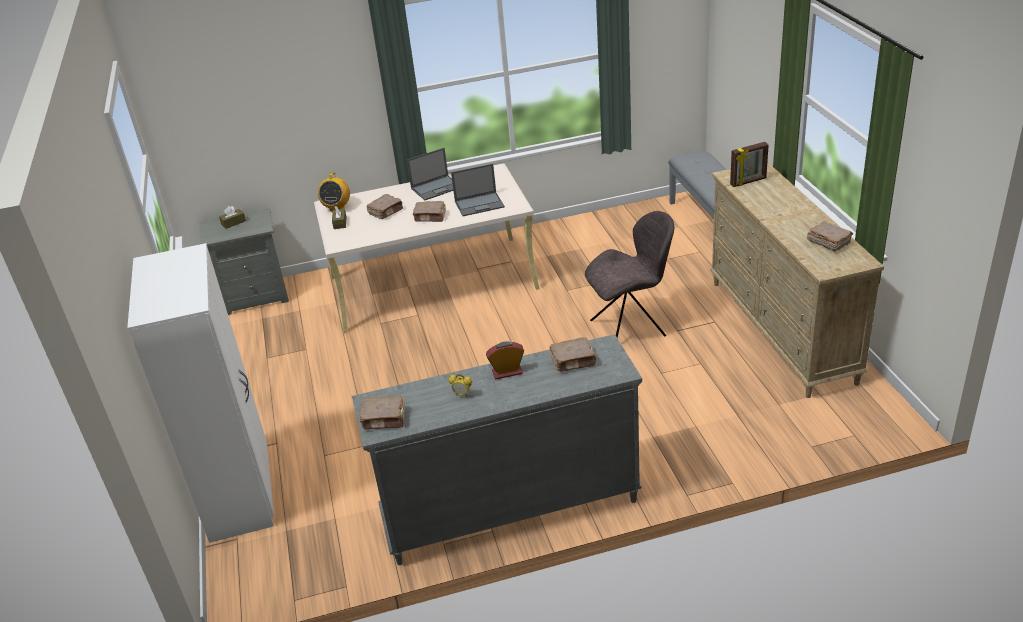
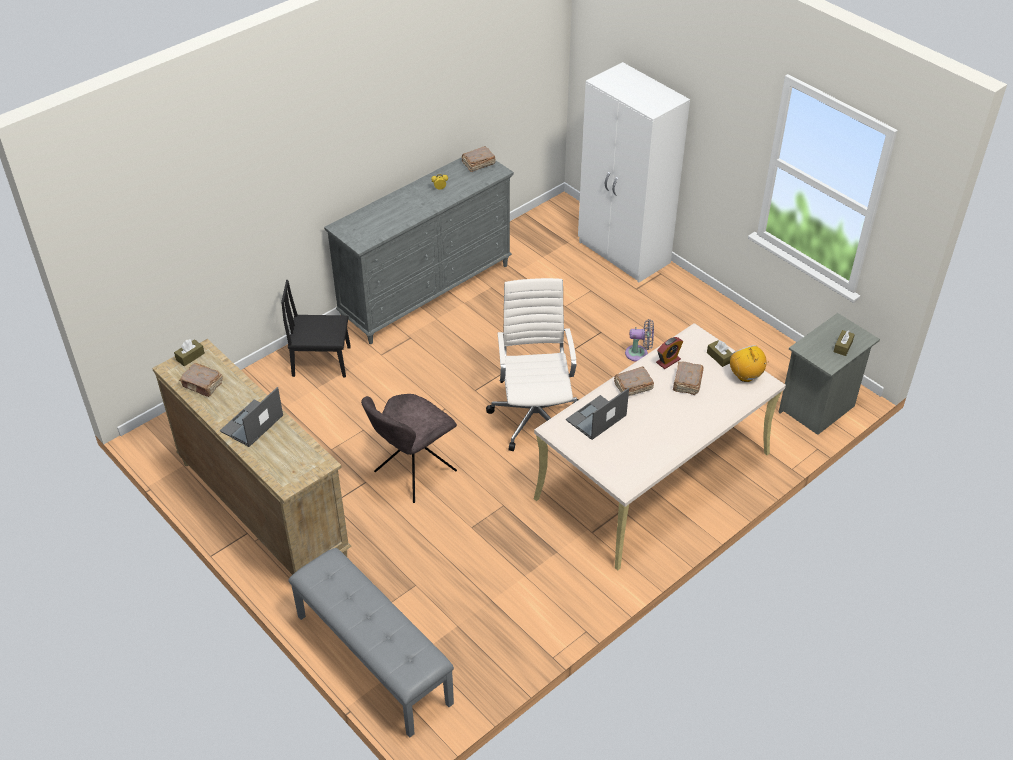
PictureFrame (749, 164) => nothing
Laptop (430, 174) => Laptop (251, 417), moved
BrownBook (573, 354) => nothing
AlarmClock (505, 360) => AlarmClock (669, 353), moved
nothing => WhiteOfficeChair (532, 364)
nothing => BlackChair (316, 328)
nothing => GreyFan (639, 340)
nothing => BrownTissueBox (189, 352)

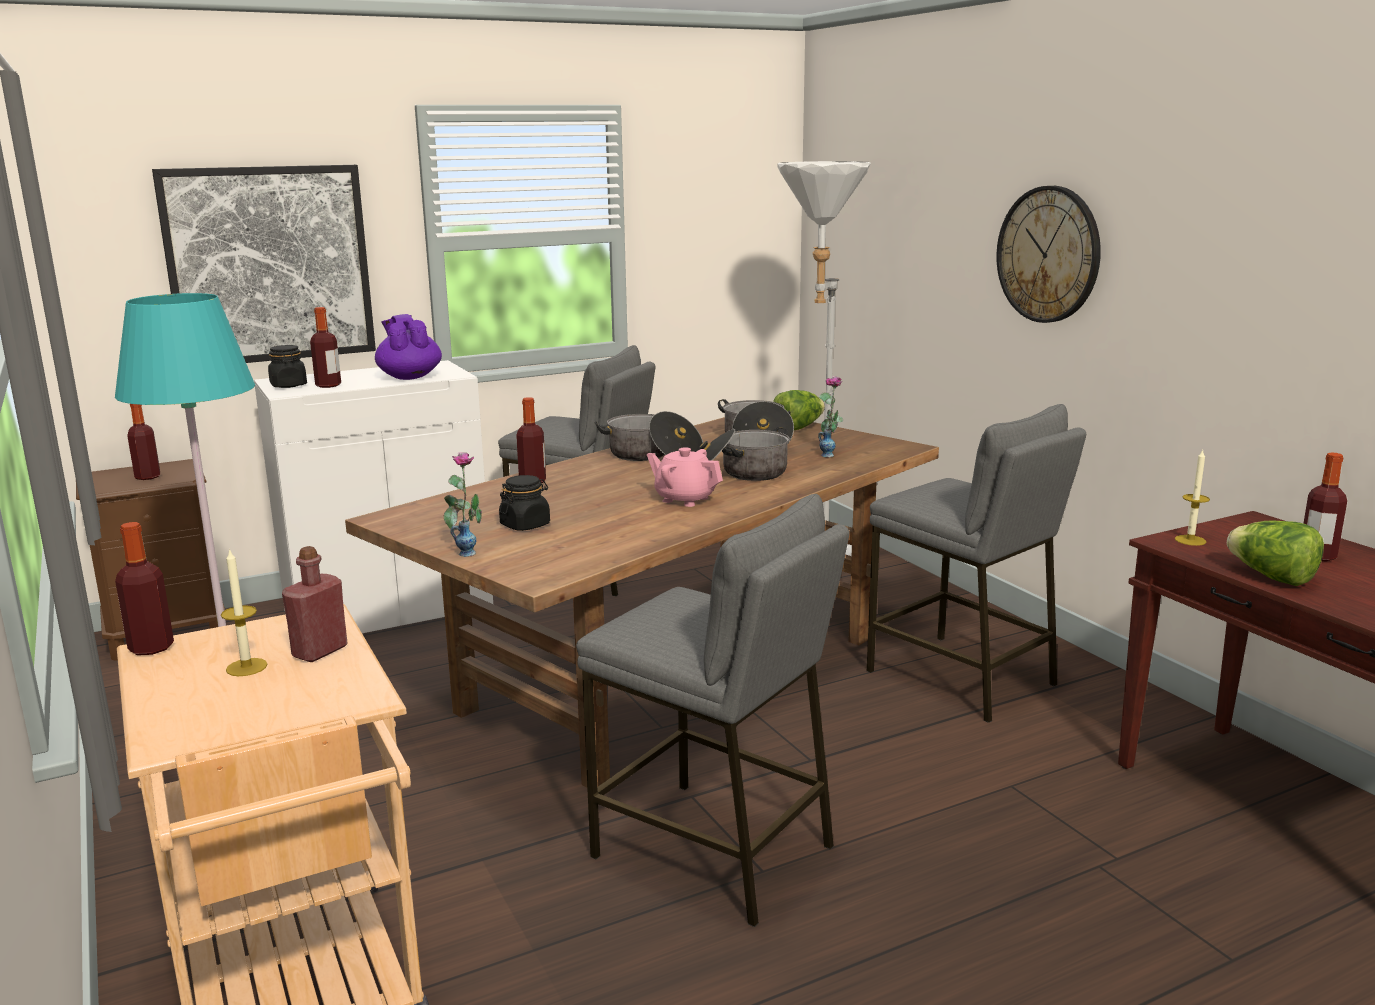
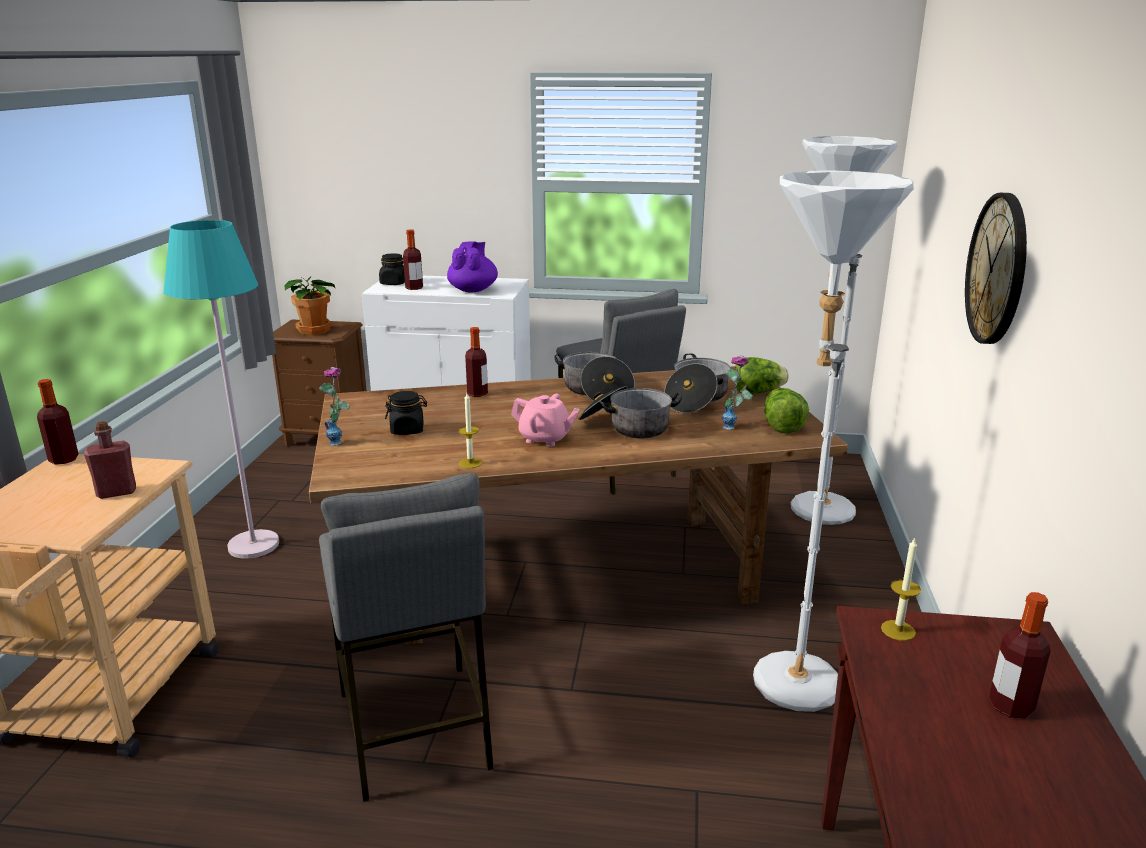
Picture (264, 264) => nothing
Bottle (143, 442) => PottedPlant (310, 306)
GreyStool (976, 563) => WhiteFloorLamp (833, 441)
PinkTeapot (685, 477) => PinkTeapot (545, 420), 135 degrees clockwise
Lettuce (1275, 553) => Lettuce (786, 411), moved
Candle (244, 612) => Candle (470, 431), moved

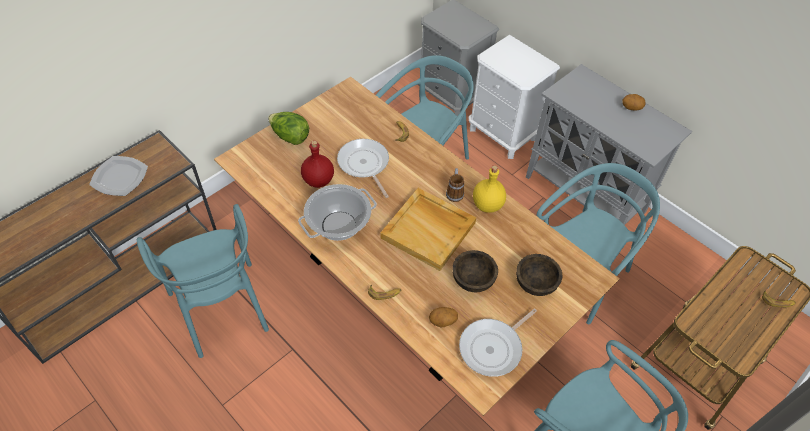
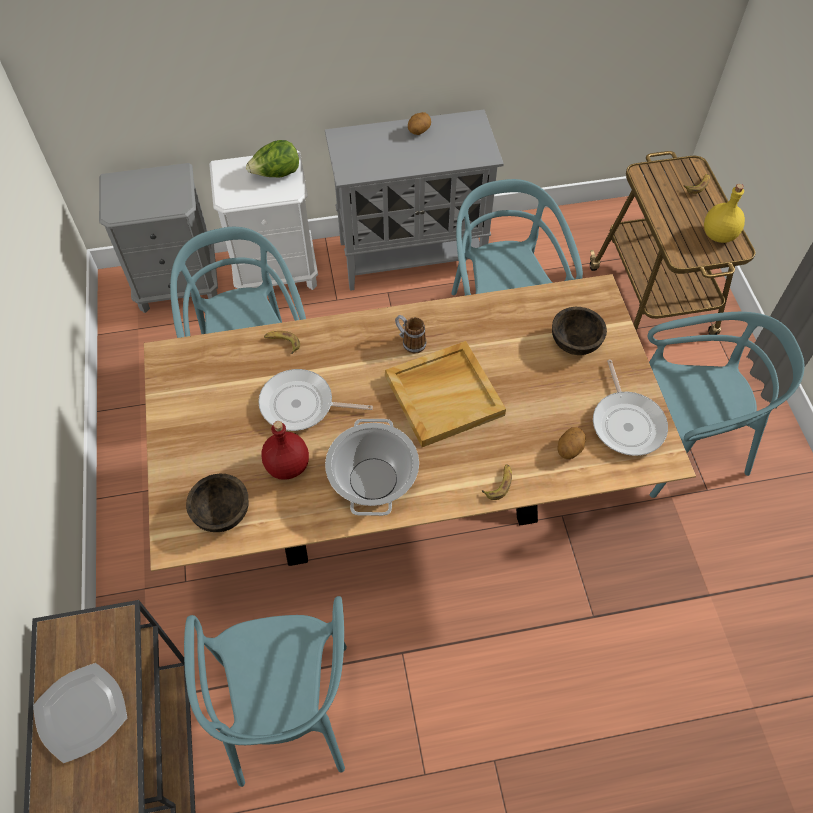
Lettuce (288, 128) => Lettuce (272, 159), moved
YellowBottle (489, 189) => YellowBottle (724, 213), moved
TurquoiseChair (203, 281) => TurquoiseChair (265, 691), 75 degrees clockwise
BrownBowl (475, 271) => BrownBowl (217, 503), moved

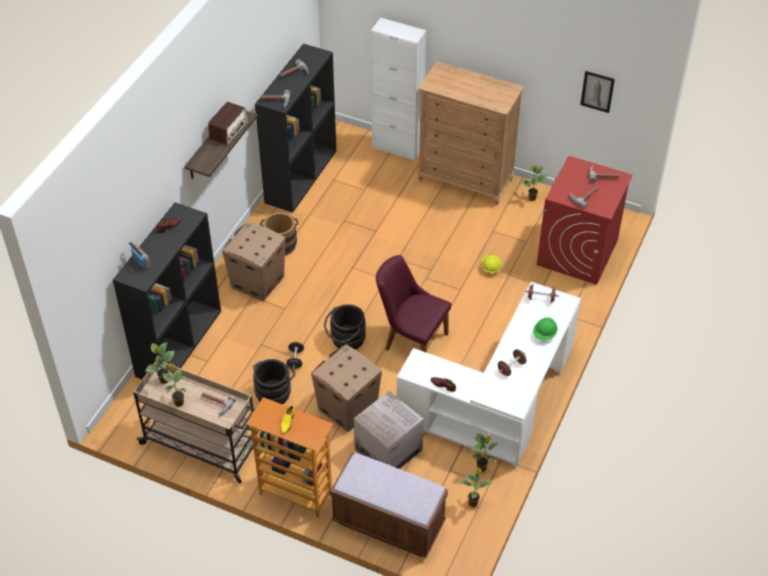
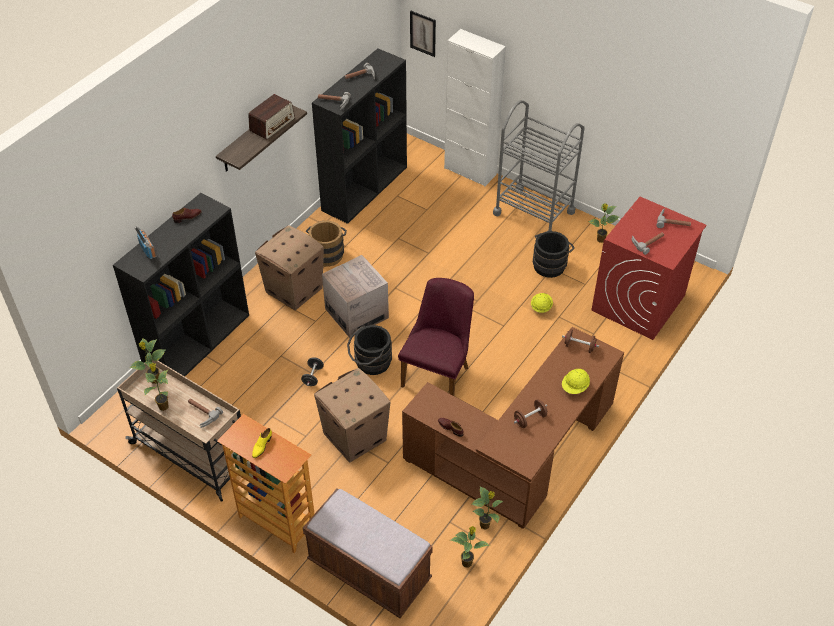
BrownDresser (470, 133) => GreyCart (539, 166)
Picture (597, 92) => Picture (423, 34), moved
PurpleChair (414, 304) => PurpleChair (436, 337), 75 degrees clockwise
WhiteDesk (489, 374) => BrownDesk (513, 428)
GreenHardHat (545, 329) => YellowHardHat (576, 381)
BlackBucket (274, 381) => BlackBucket (554, 254), moved
CardboardBox (389, 430) => CardboardBox (355, 296), moved

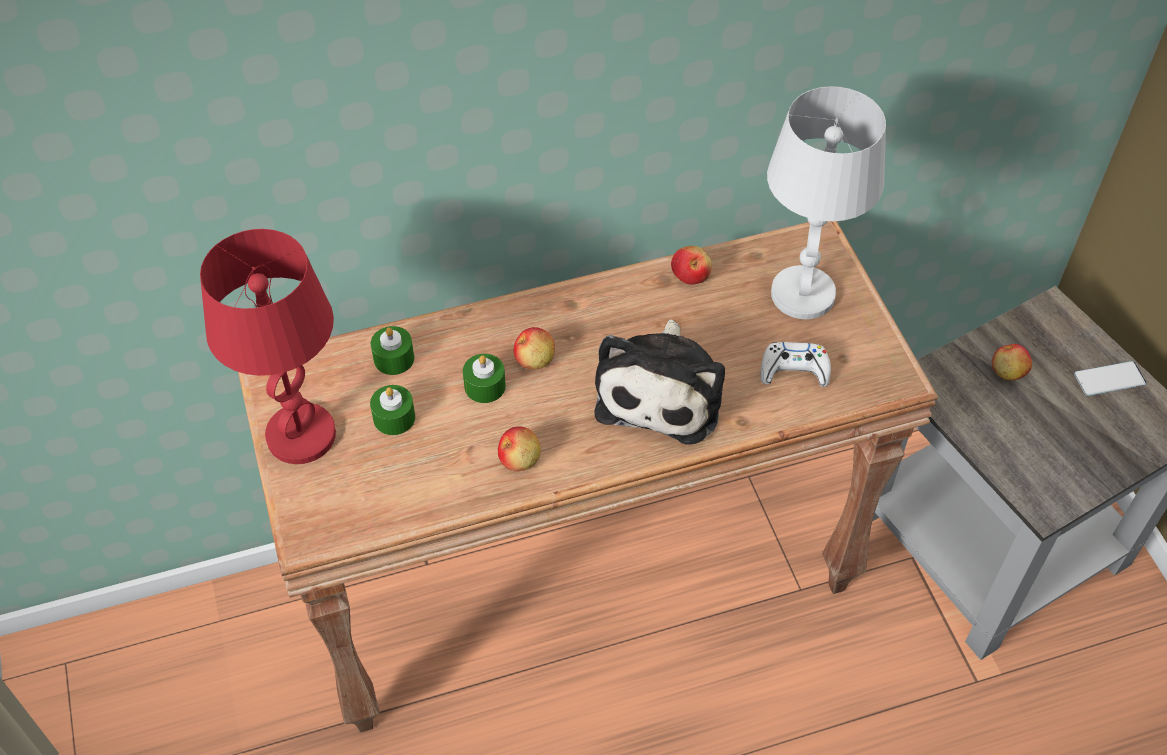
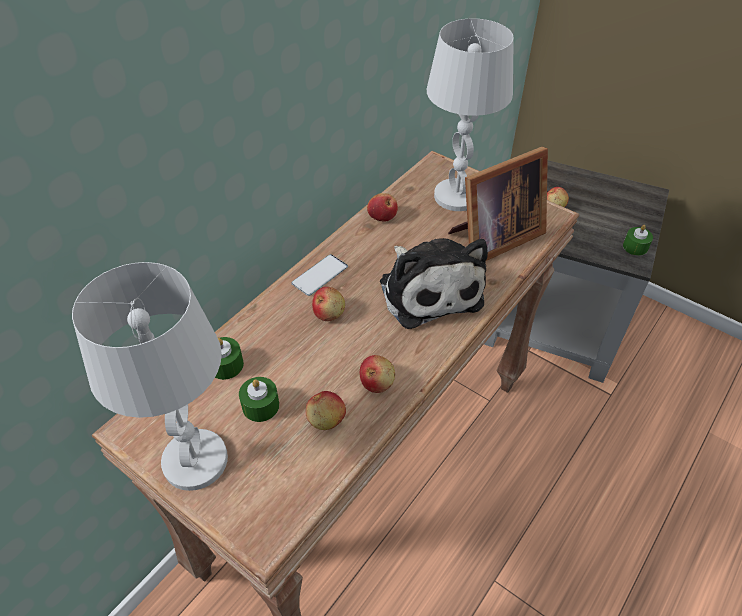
RedTableLamp (268, 346) => WhiteTableLamp (150, 376)
WhiteGameController (795, 364) => PictureFrame (498, 203)
GreenCandle (484, 378) => GreenCandle (638, 240), moved
Phone (1110, 378) => Phone (319, 275), moved
nothing => Apple (326, 410)

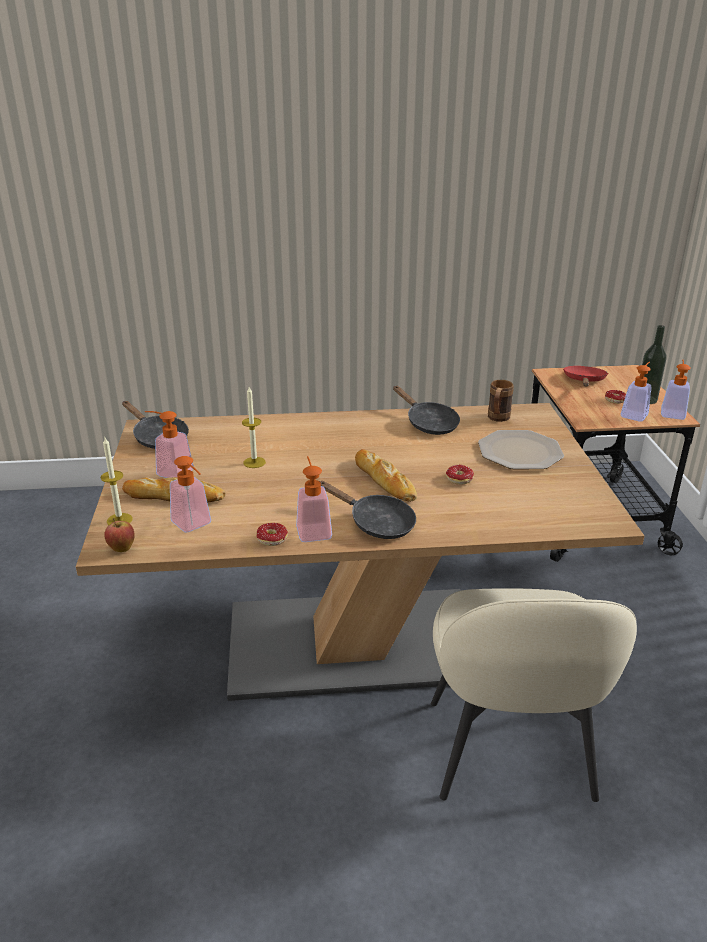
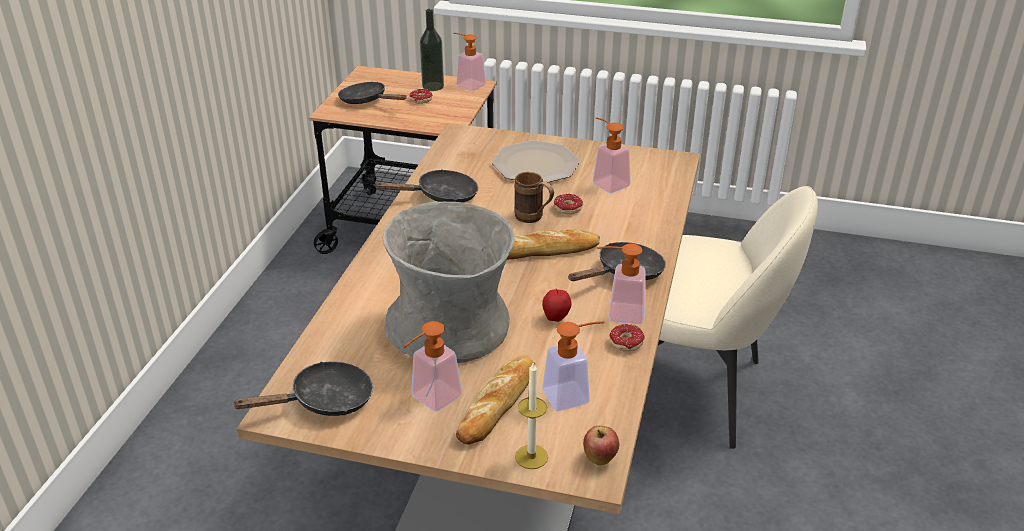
SoapDispenser (636, 392) => SoapDispenser (612, 155), moved
RedFryingPan (585, 376) => BlackFryingPan (372, 93)
BrownMug (501, 401) => BrownMug (534, 197), moved
Candle (254, 427) => GreyVase (448, 282)
nothing => Apple (557, 305)

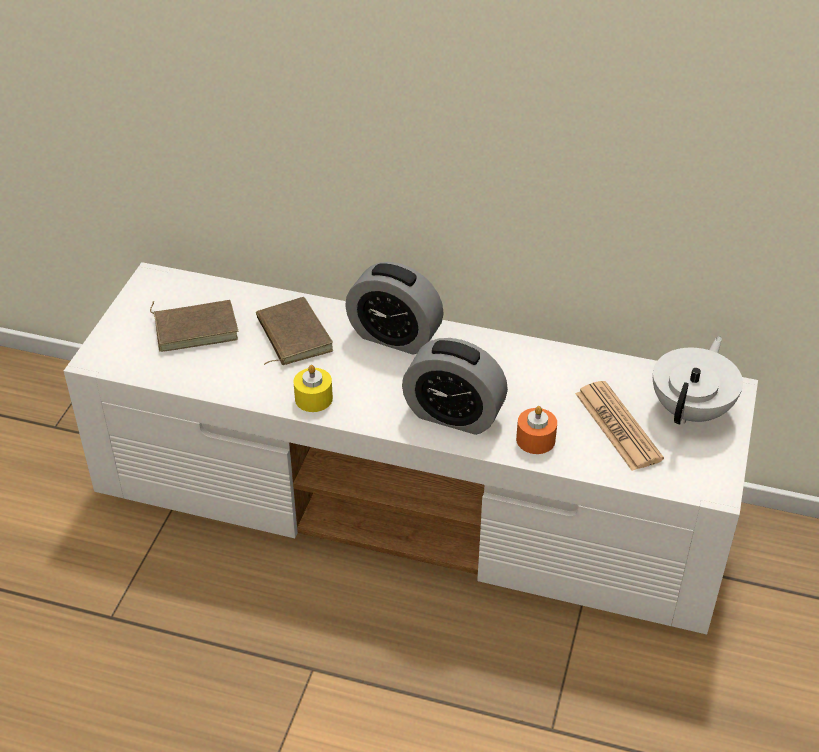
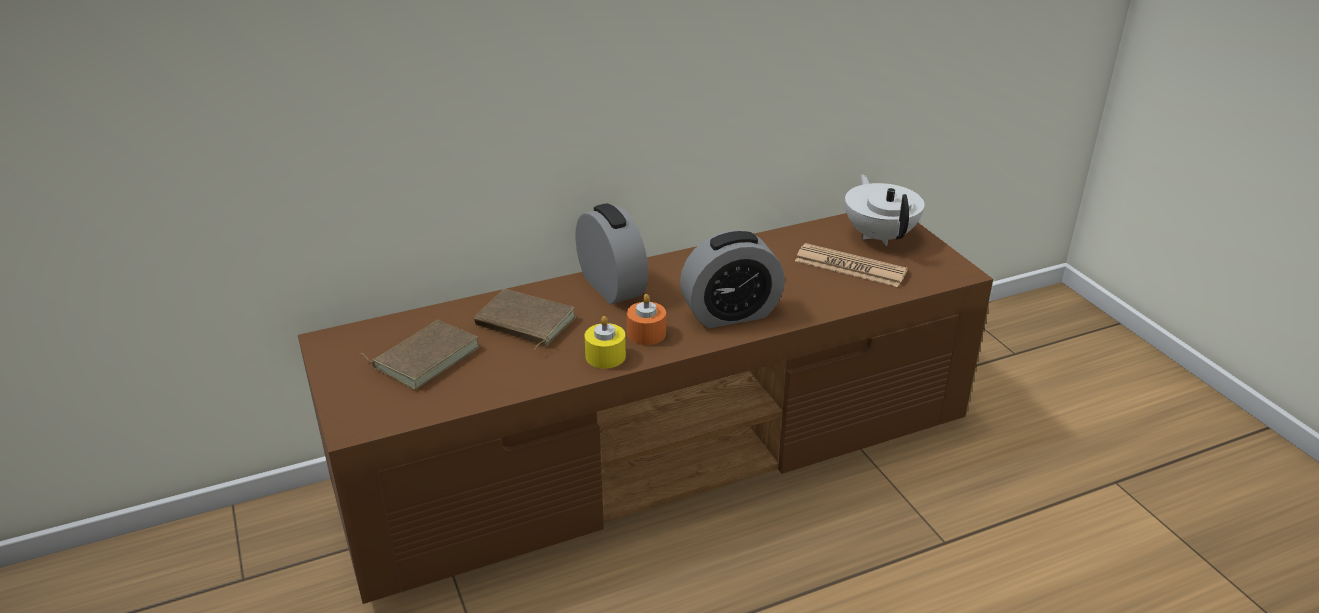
WhiteTvStand (411, 448) => BrownTvStand (645, 408)
AlarmClock (394, 308) => AlarmClock (612, 254), 105 degrees counterclockwise
OrangeCandle (536, 430) => OrangeCandle (646, 319), moved

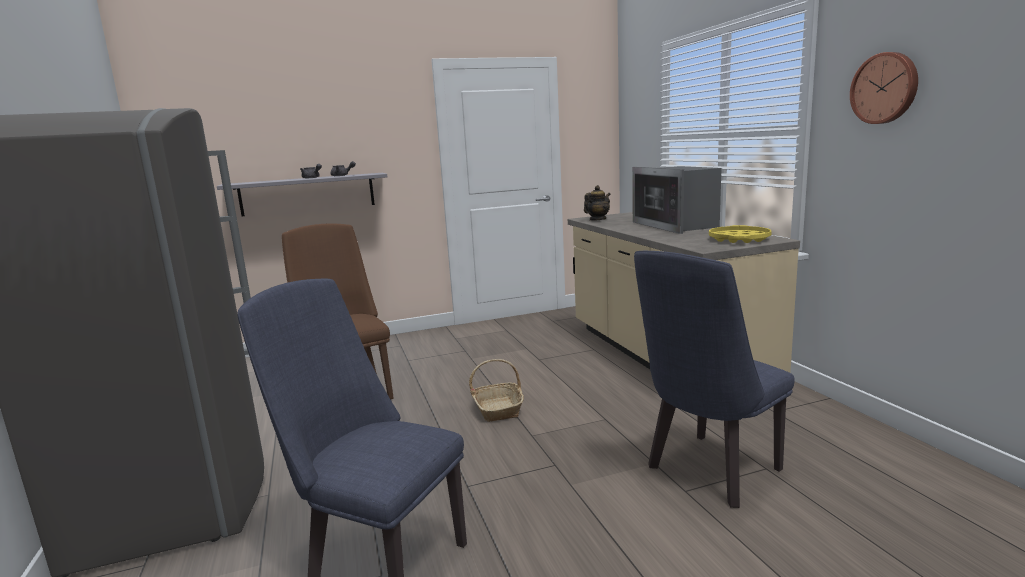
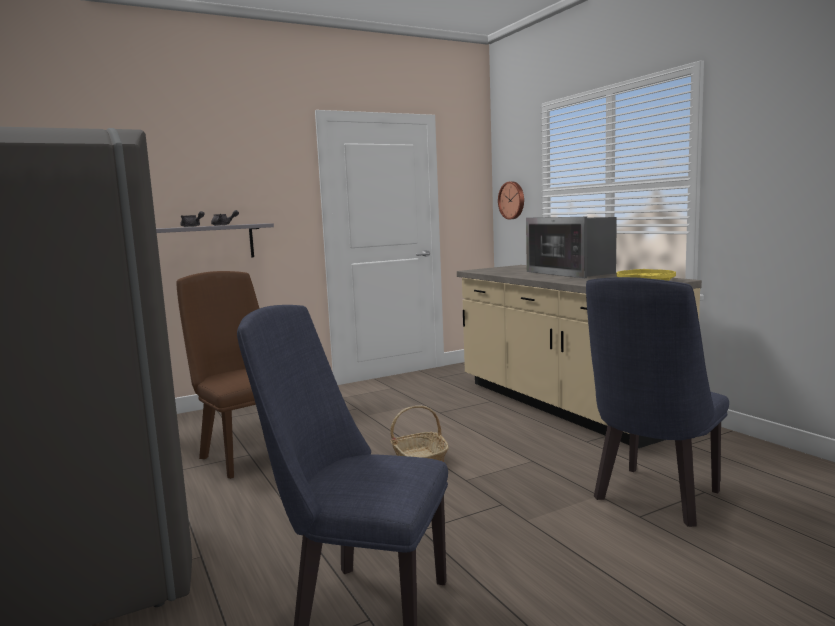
WallClock (884, 88) => WallClock (511, 200), moved
Teapot (597, 203) => nothing

